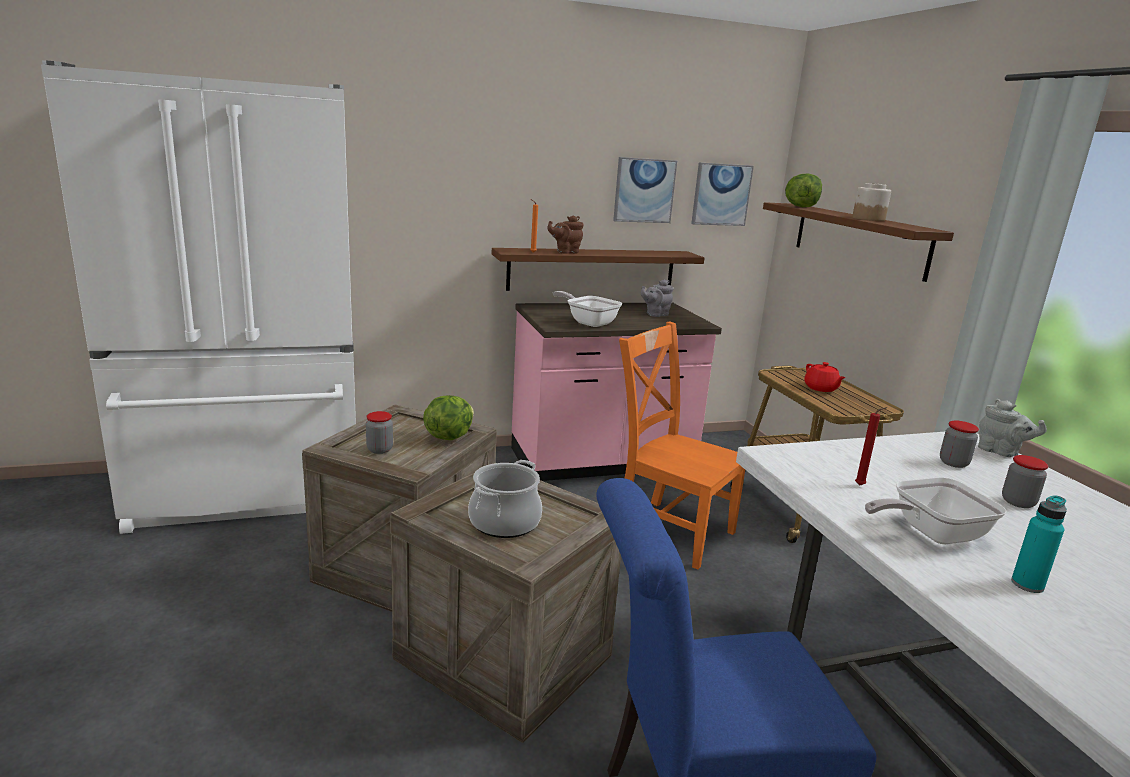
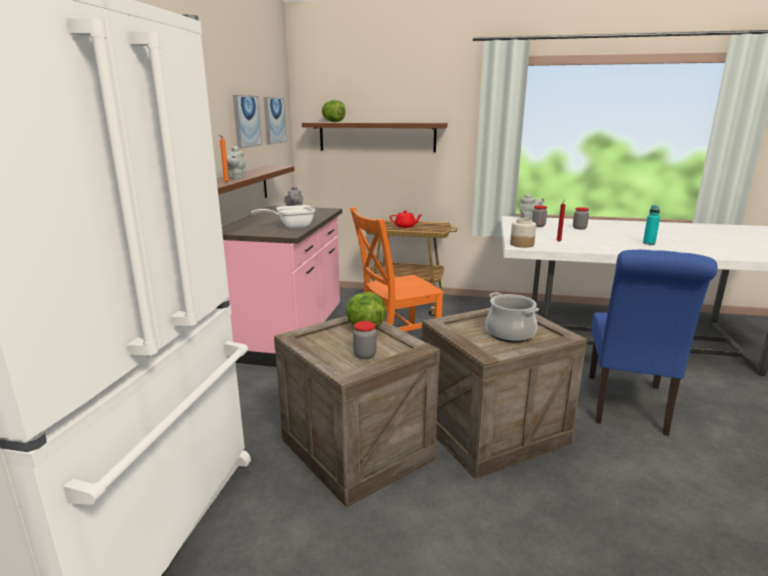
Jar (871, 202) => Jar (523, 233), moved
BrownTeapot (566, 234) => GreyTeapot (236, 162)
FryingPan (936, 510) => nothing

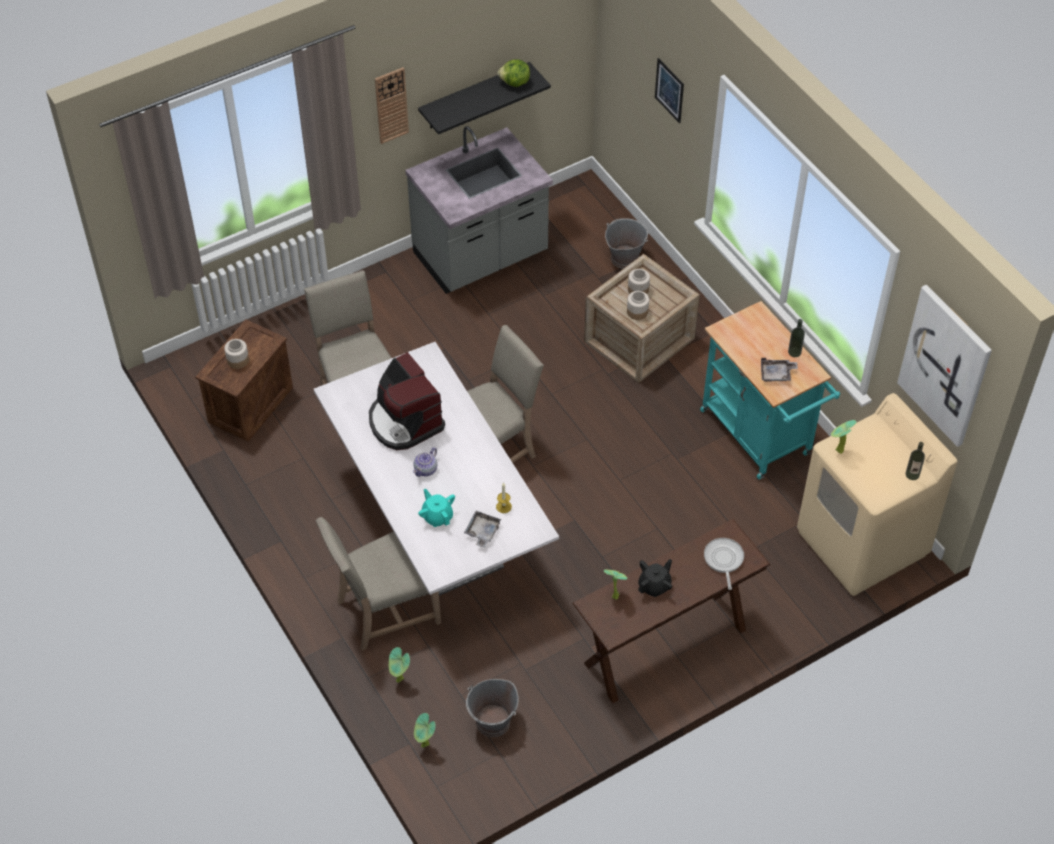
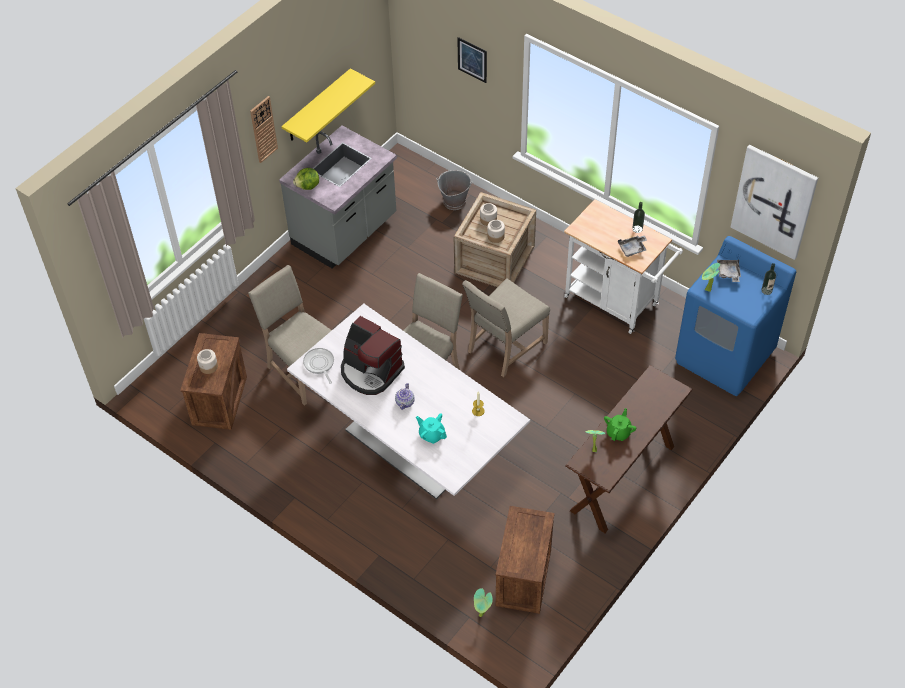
Lettuce (514, 73) => Lettuce (306, 179), moved
BlackShelf (484, 98) => YellowShelf (328, 105)
TurquoiseCart (770, 390) => WhiteCart (623, 266)
BeigeWashingMachine (877, 494) => BlueWashingMachine (735, 316)
GreyTray (482, 529) => GreyTray (729, 270), moved
BeigeChair (378, 584) => BeigeChair (506, 328), moved
FryingPan (724, 564) => FryingPan (318, 366), moved
BlackTeapot (655, 578) => GreenTeapot (620, 424)
PottedPlant (399, 665) => nothing
GreyBucket (492, 708) => Crate (525, 560)

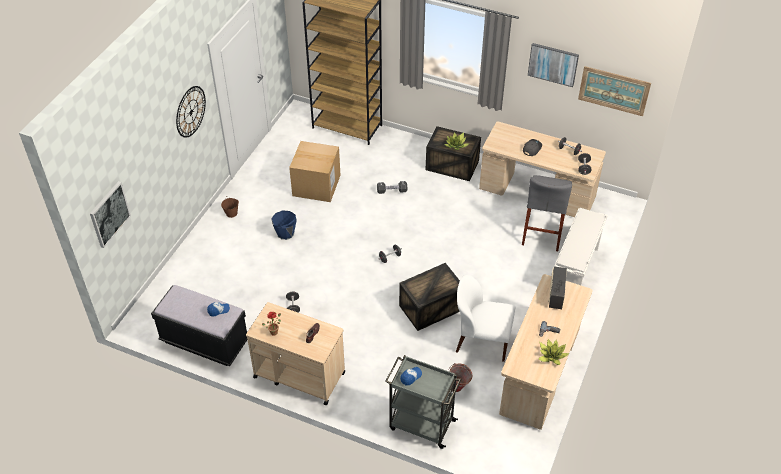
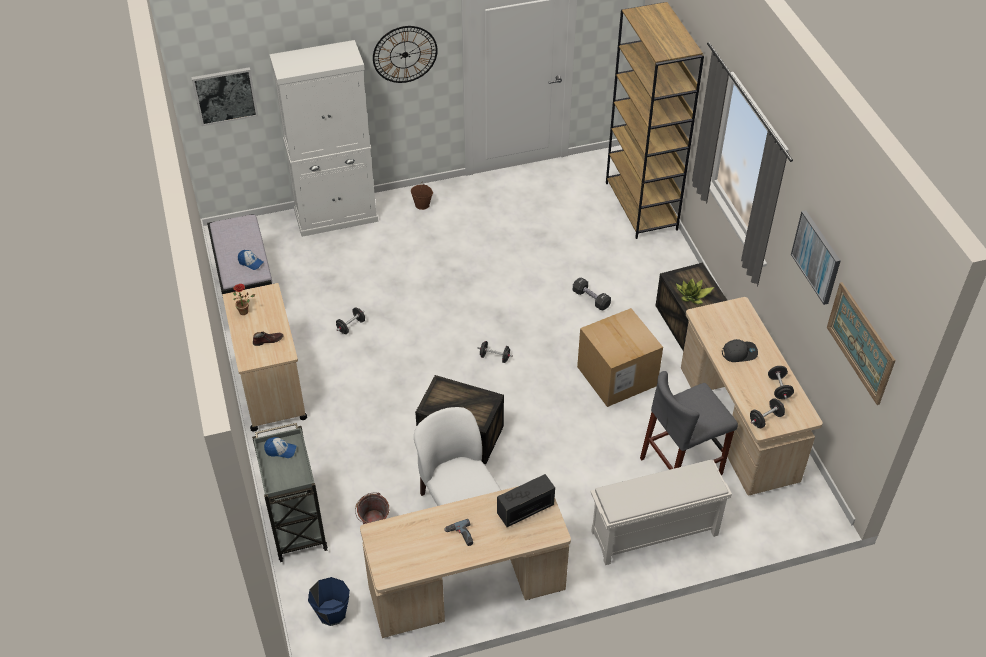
CardboardBox (314, 171) => CardboardBox (620, 357), moved
BlueBucket (284, 225) => BlueBucket (329, 601), moved
PottedPlant (554, 352) => nothing
nothing => WhiteCabinet (323, 138)

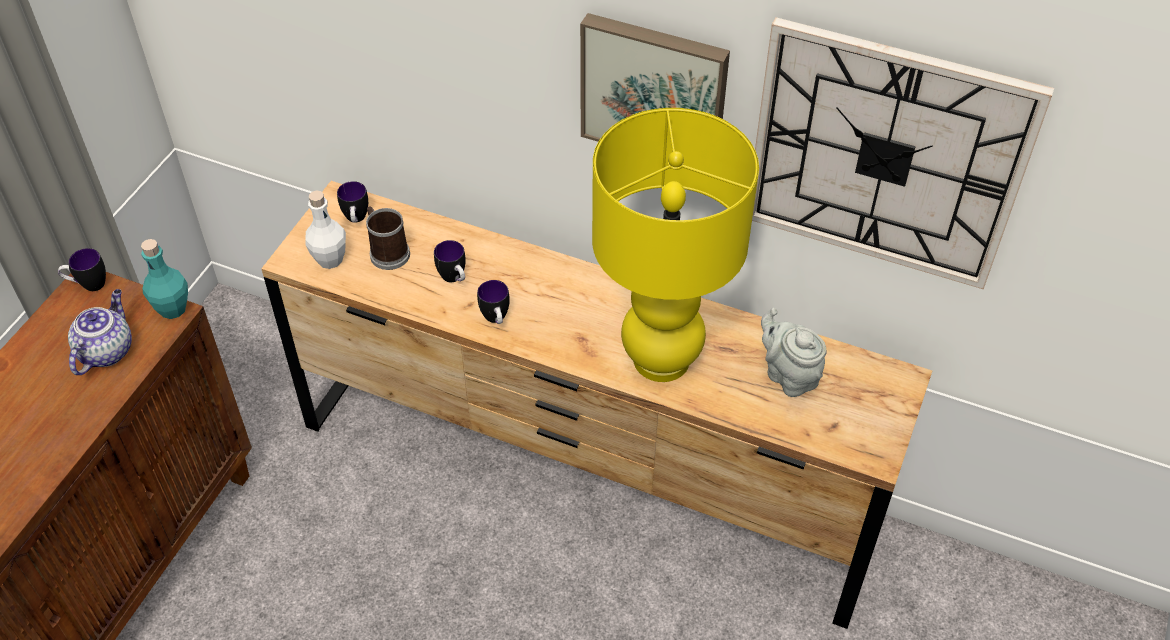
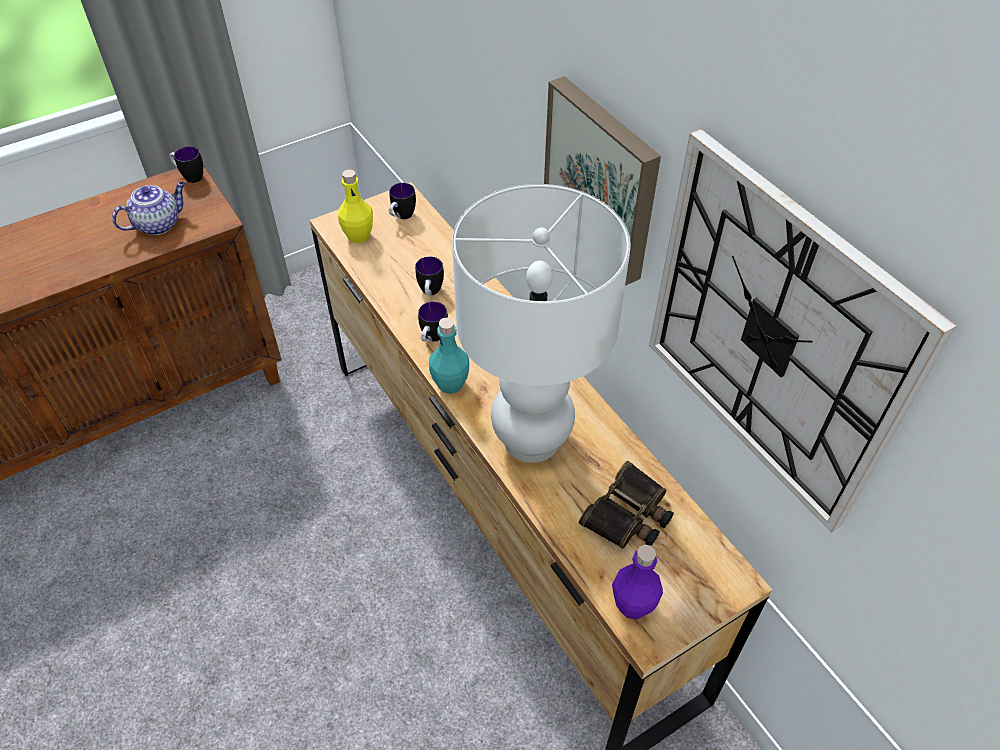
YellowTableLamp (675, 245) => WhiteTableLamp (541, 323)
WhiteBottle (325, 229) => YellowBottle (355, 206)
Mug (388, 238) => nothing
TurquoiseBottle (164, 279) => TurquoiseBottle (449, 355), moved
GreyTeapot (793, 352) => Binoculars (626, 505)
nothing => PurpleBottle (637, 582)

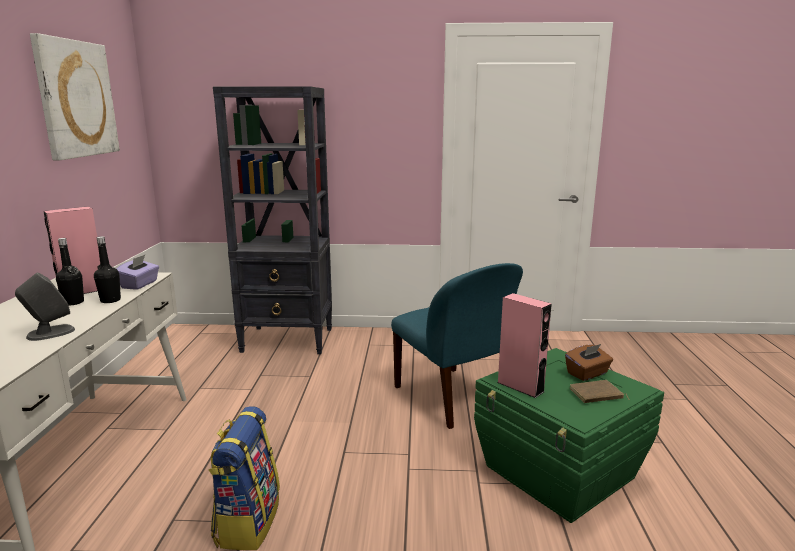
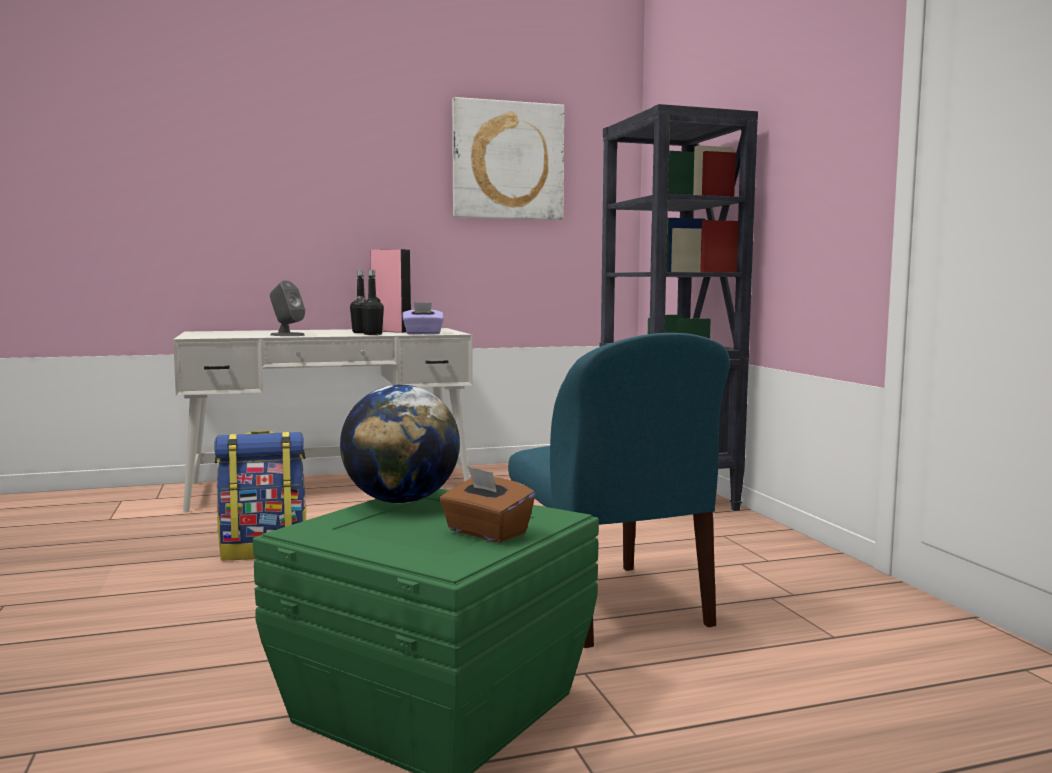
BlueChair (457, 346) => BlueChair (619, 490), 60 degrees counterclockwise
PinkSpeaker (524, 345) => Globe (400, 444)
BrownBook (599, 391) => nothing

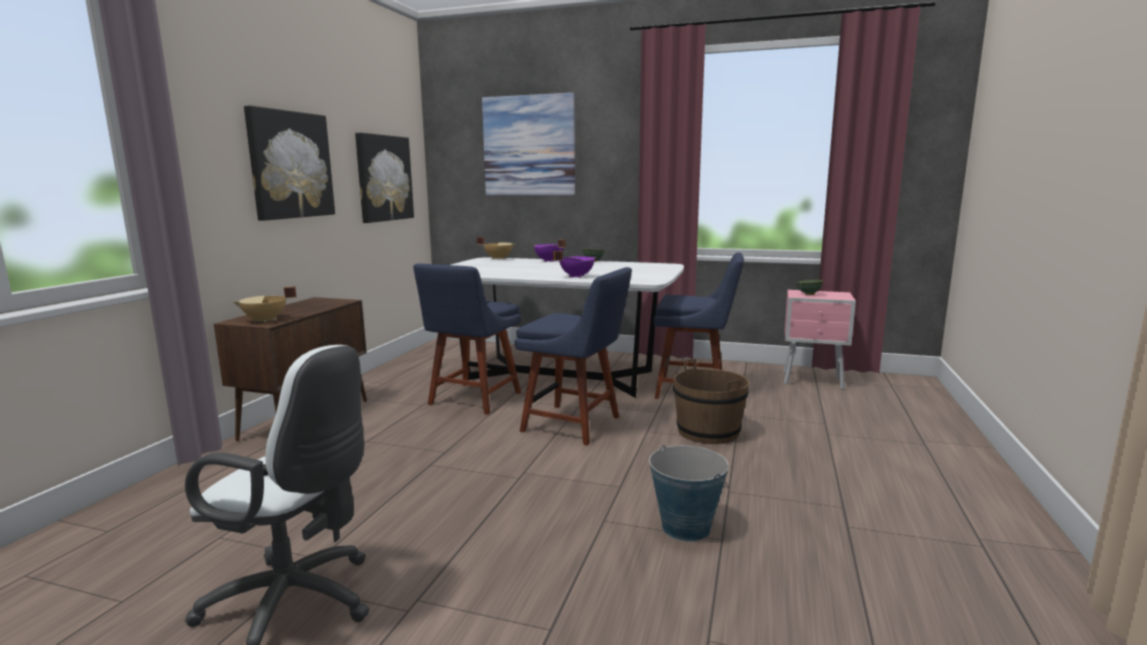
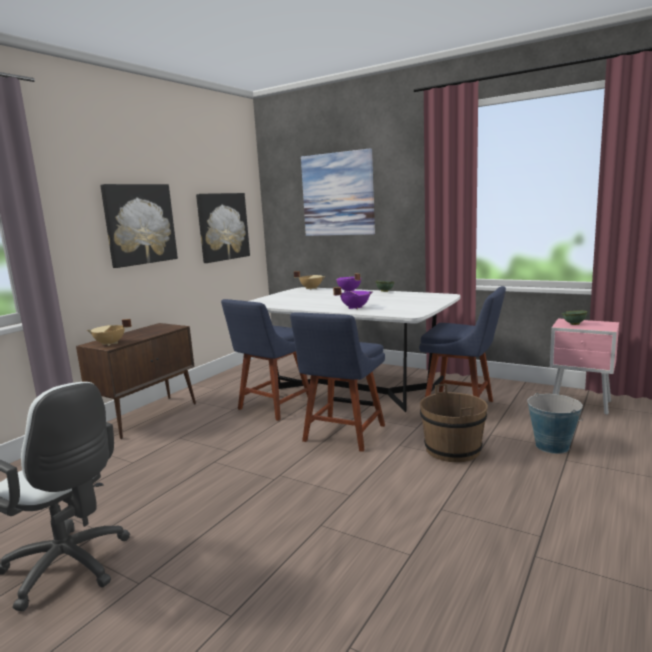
BlueChair (573, 356) => BlueChair (337, 382), 75 degrees clockwise
Bucket (689, 493) => Bucket (555, 423), moved

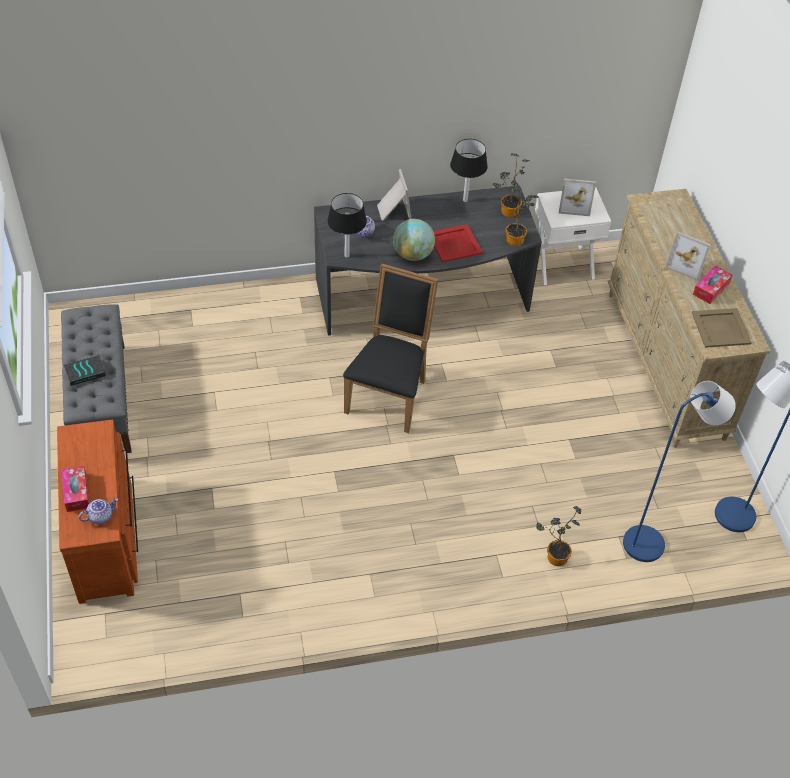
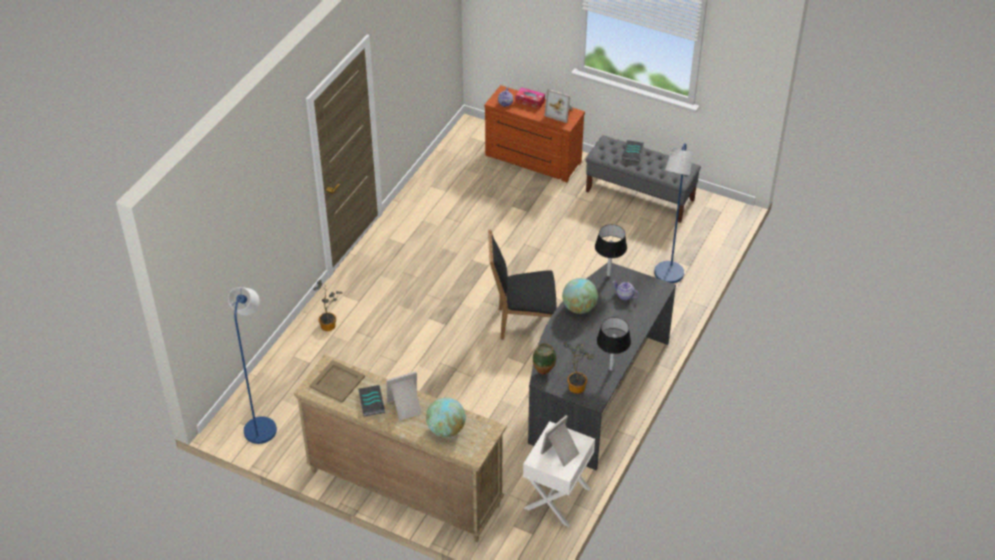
PictureFrame (394, 195) => PictureFrame (559, 106), moved
PottedPlant (522, 212) => Vase (544, 359)
RedTray (458, 243) => nothing
BlackChair (390, 348) => BlackChair (522, 284), 120 degrees clockwise
TissueBox (712, 284) => Book (371, 400)
BlueFloorLamp (679, 471) => BlueFloorLamp (673, 213), moved
nothing => Globe (446, 417)

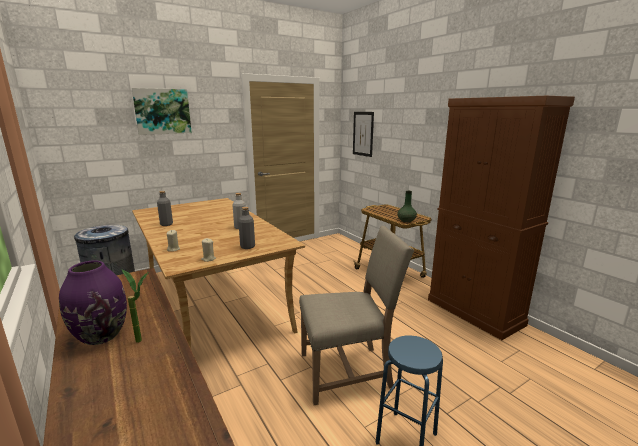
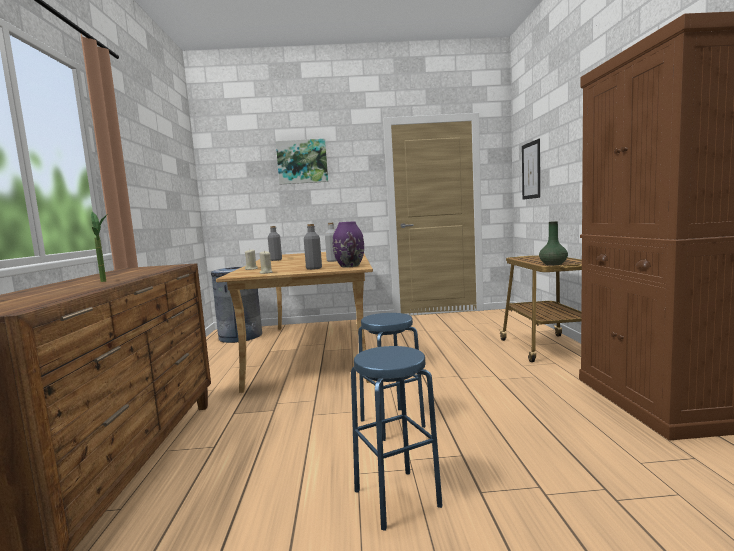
BeigeChair (356, 315) => BlueStool (391, 377)
PurpleVase (93, 303) => PurpleVase (348, 244), moved

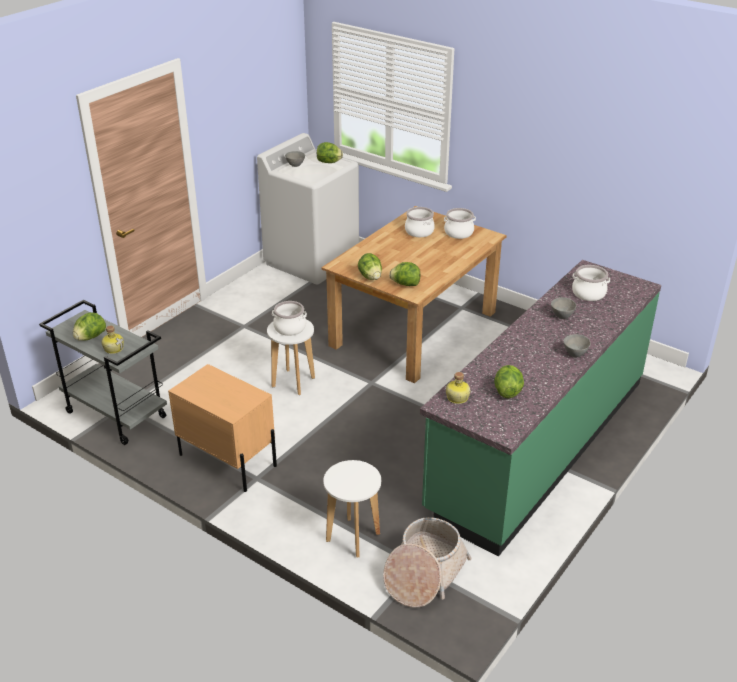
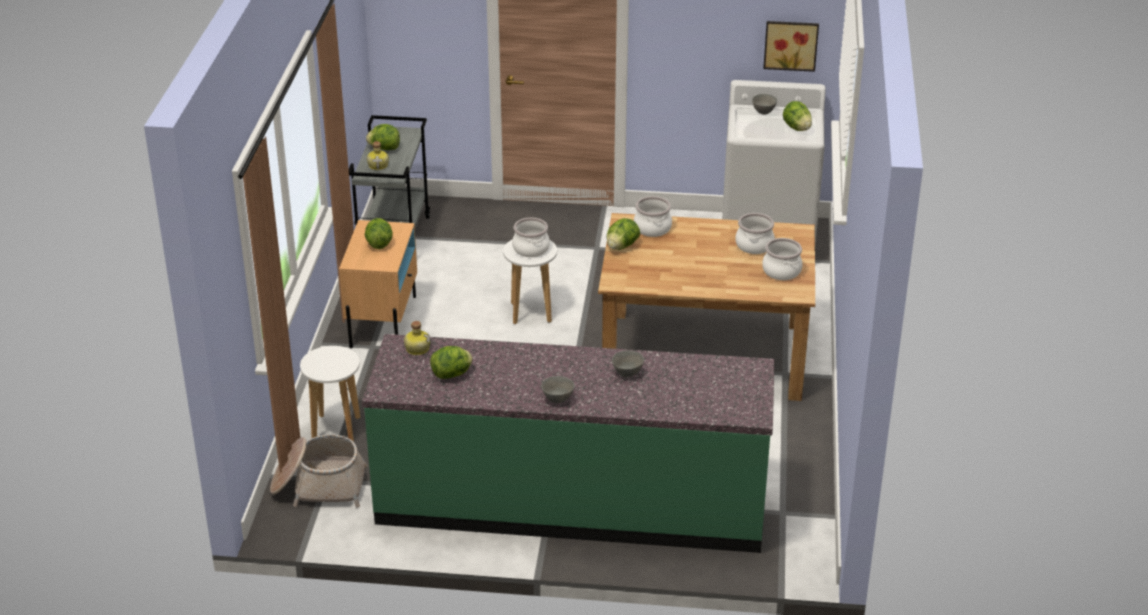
Lettuce (404, 274) => Lettuce (379, 233), moved
CookingPot (591, 283) => CookingPot (653, 216), moved
nothing => Picture (791, 46)

